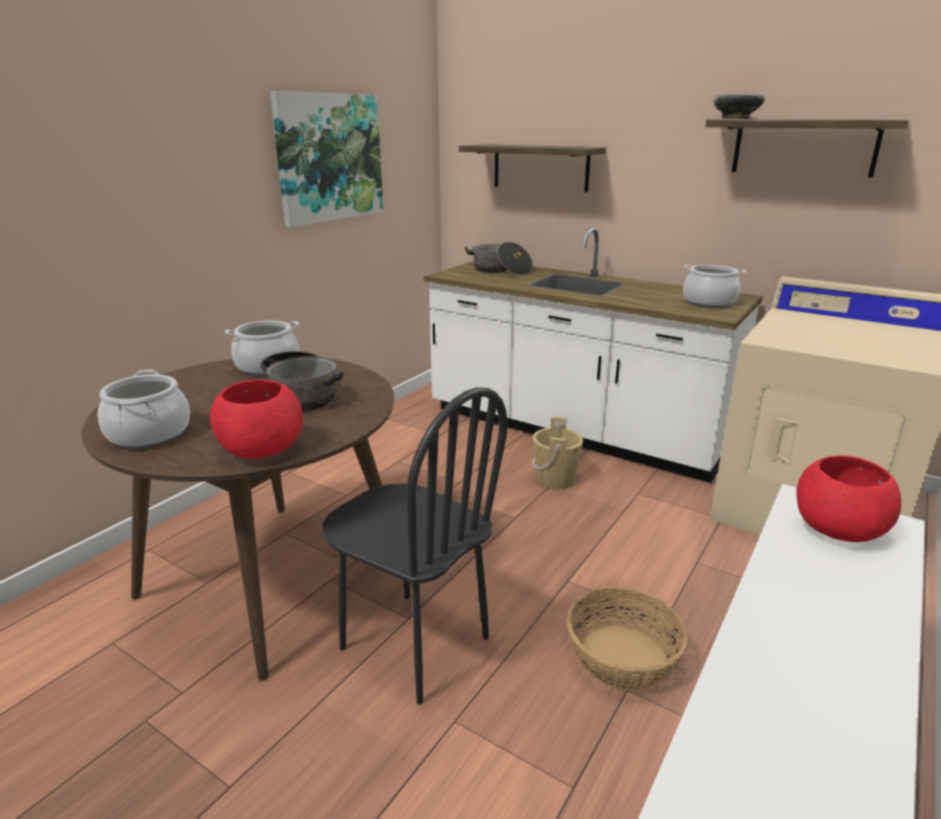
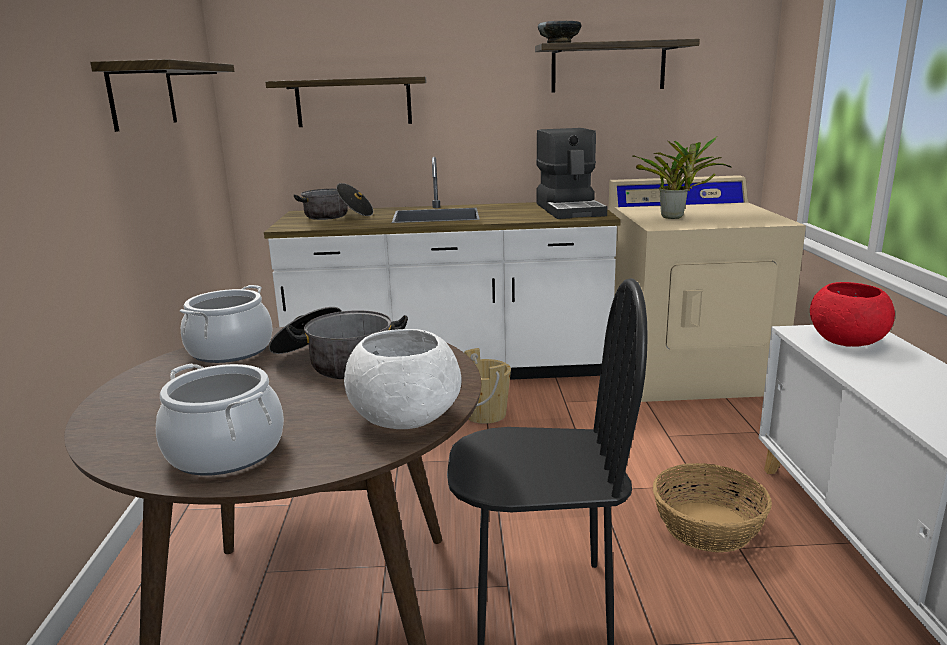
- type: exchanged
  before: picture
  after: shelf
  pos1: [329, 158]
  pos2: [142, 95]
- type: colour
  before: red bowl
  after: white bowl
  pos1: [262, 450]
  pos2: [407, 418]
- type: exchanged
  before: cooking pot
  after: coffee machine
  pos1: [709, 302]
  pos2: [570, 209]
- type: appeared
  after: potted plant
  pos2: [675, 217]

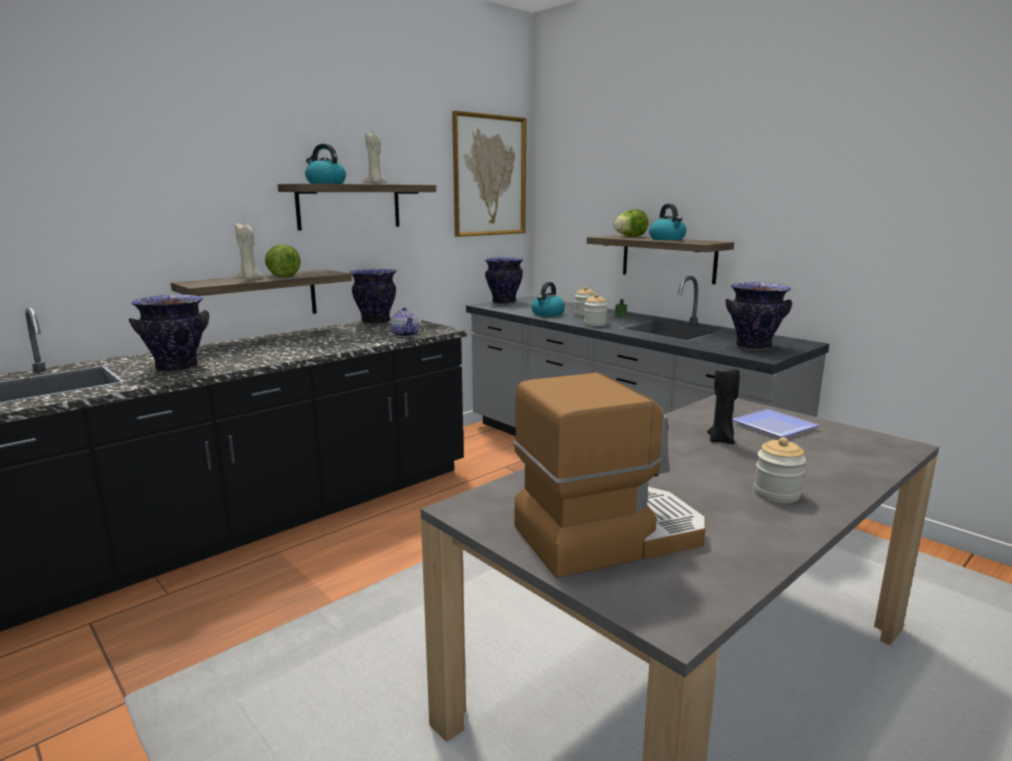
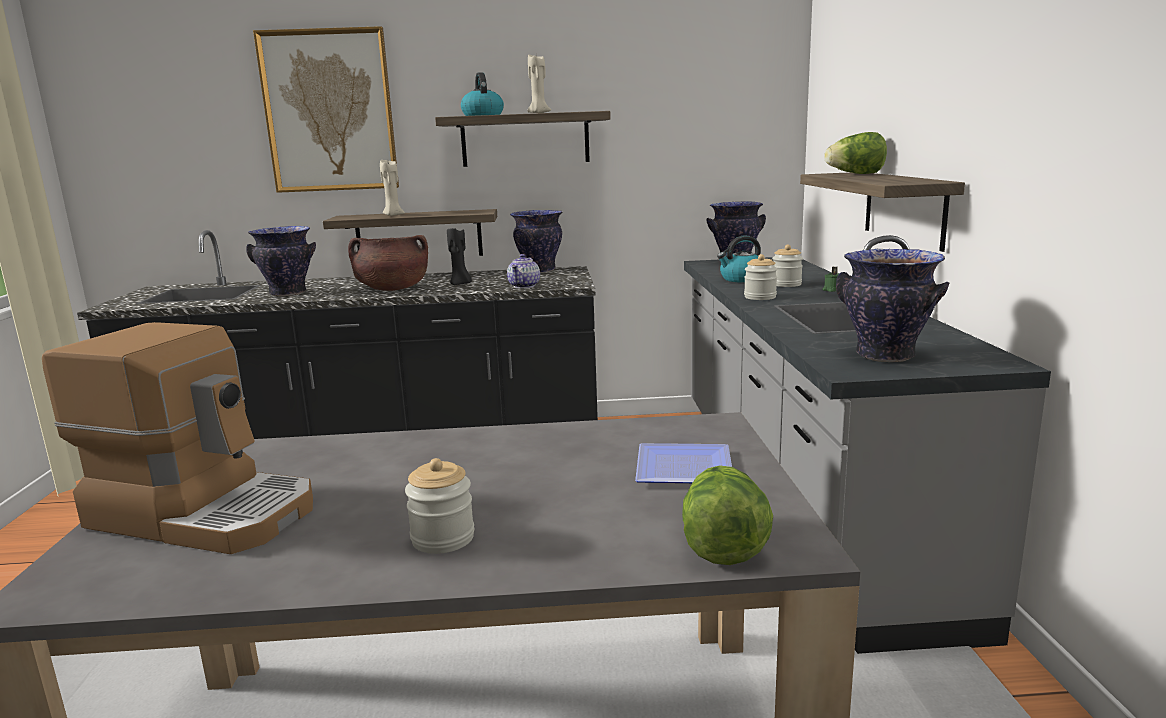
- type: relocated
  before: picture
  pos1: [489, 176]
  pos2: [329, 111]
- type: appeared
  after: brown cooking pot
  pos2: [392, 289]
- type: relocated
  before: black candle
  pos1: [721, 440]
  pos2: [460, 284]
- type: relocated
  before: lettuce
  pos1: [281, 276]
  pos2: [722, 545]
- type: missing
  before: kettle
  pos1: [667, 239]

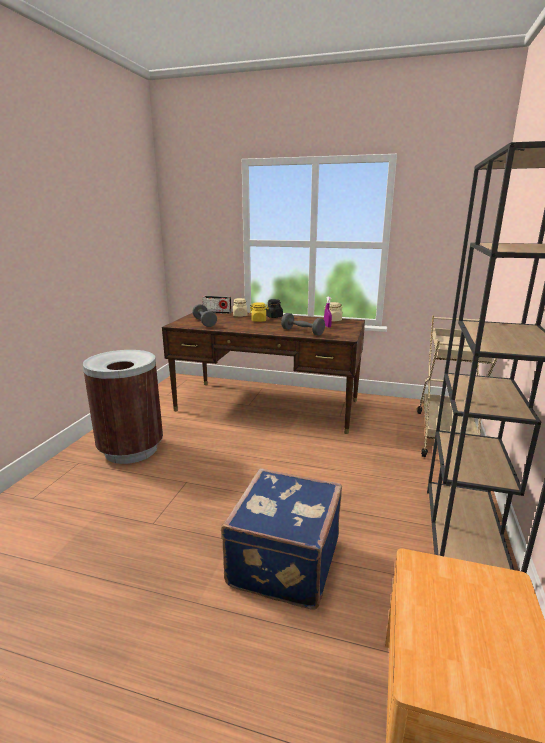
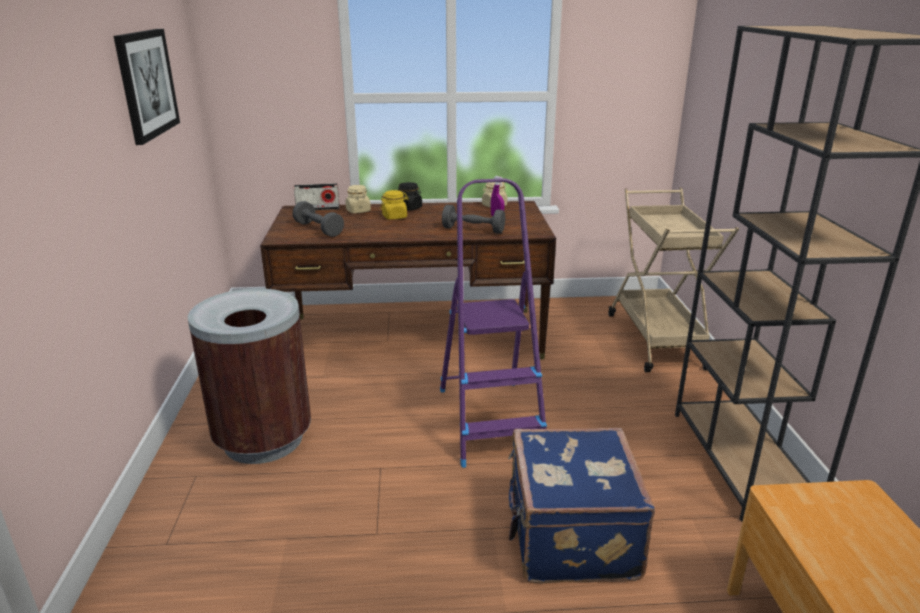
- type: appeared
  after: picture
  pos2: [147, 84]
- type: appeared
  after: purple step ladder
  pos2: [490, 421]

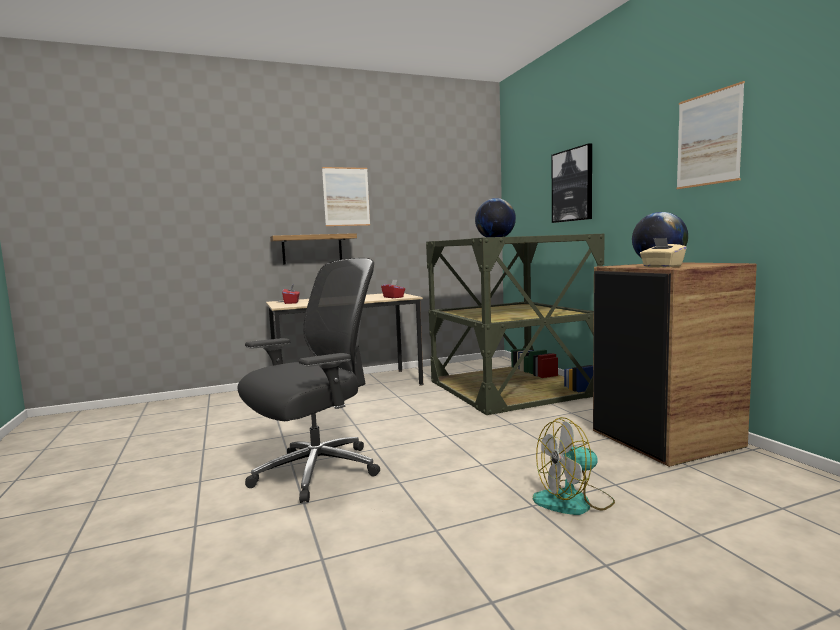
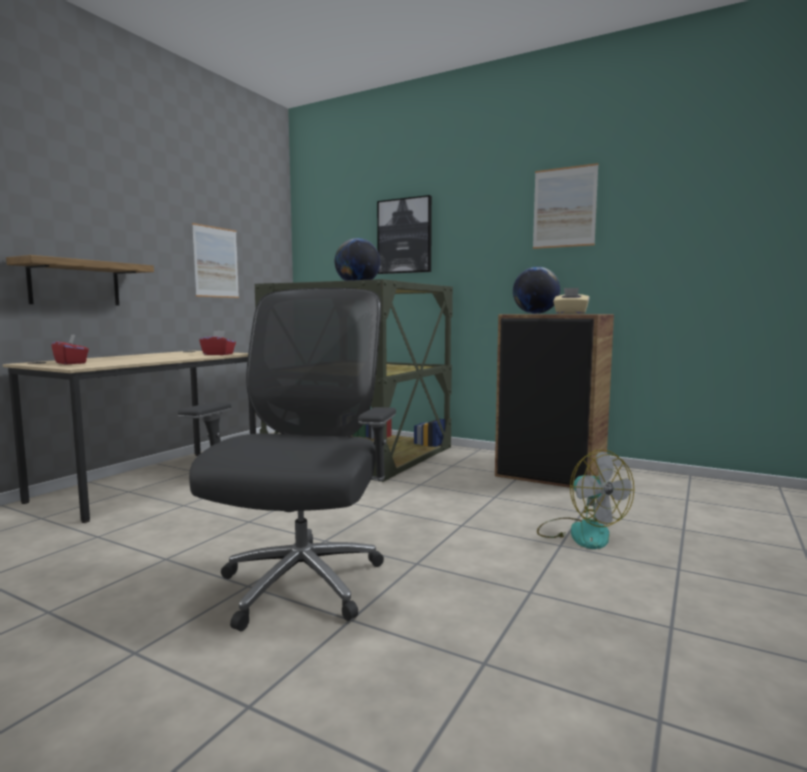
- type: relocated
  before: picture
  pos1: [346, 196]
  pos2: [216, 262]
- type: spun
  before: fan
  pos1: [574, 501]
  pos2: [580, 532]
  turn: -60

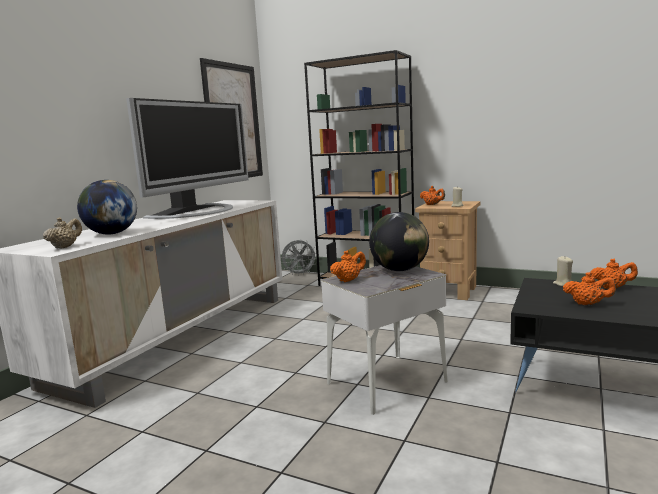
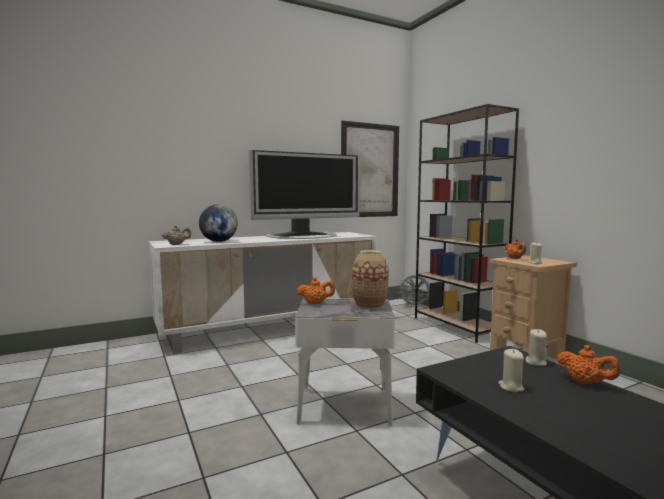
- type: exchanged
  before: globe
  after: vase
  pos1: [399, 270]
  pos2: [369, 305]
- type: exchanged
  before: orange teapot
  after: beige candle
  pos1: [587, 304]
  pos2: [511, 387]

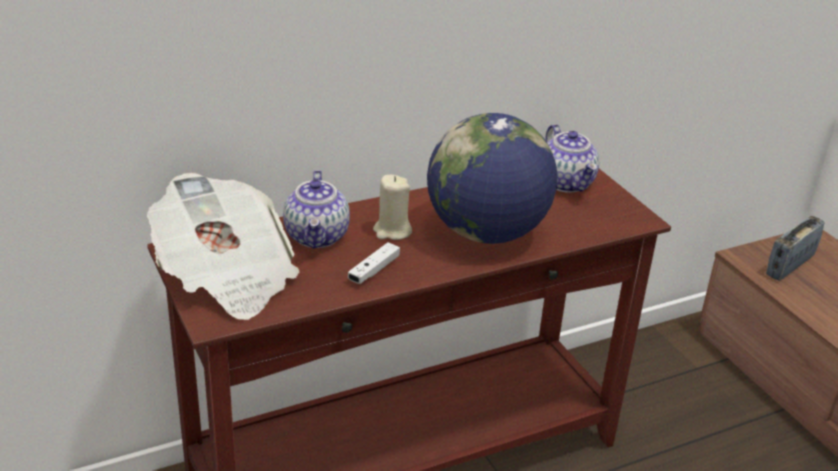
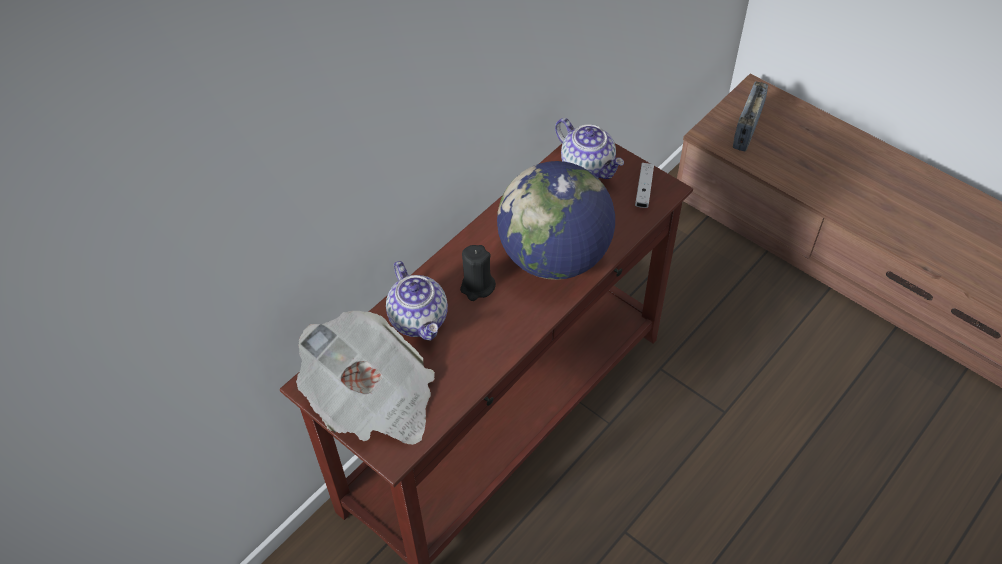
- type: colour
  before: beige candle
  after: black candle
  pos1: [392, 231]
  pos2: [477, 287]
- type: relocated
  before: white game controller
  pos1: [374, 270]
  pos2: [644, 190]

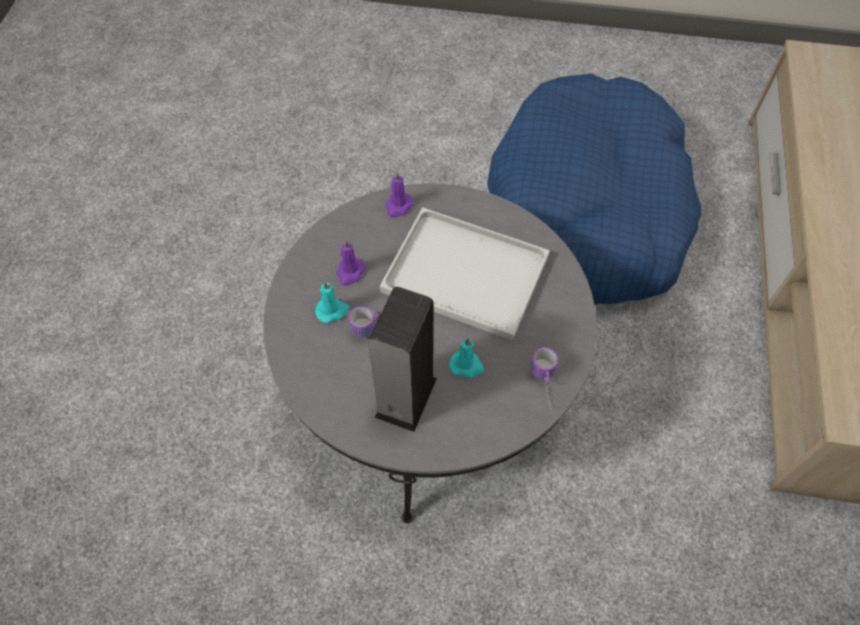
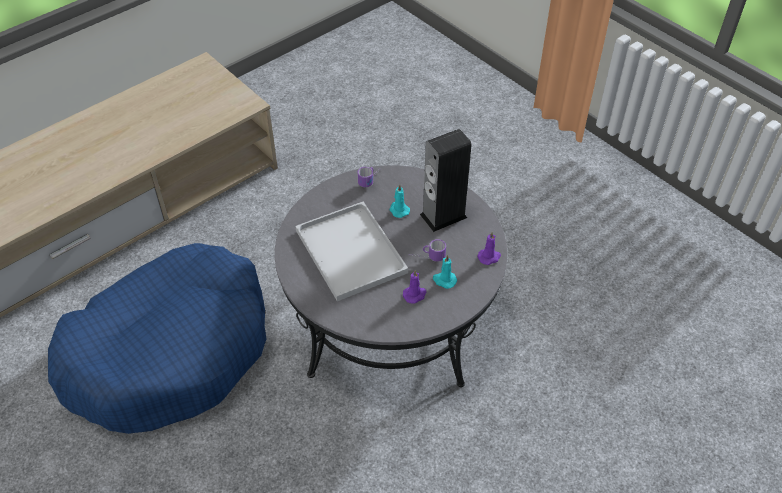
- type: relocated
  before: purple candle
  pos1: [398, 206]
  pos2: [489, 257]

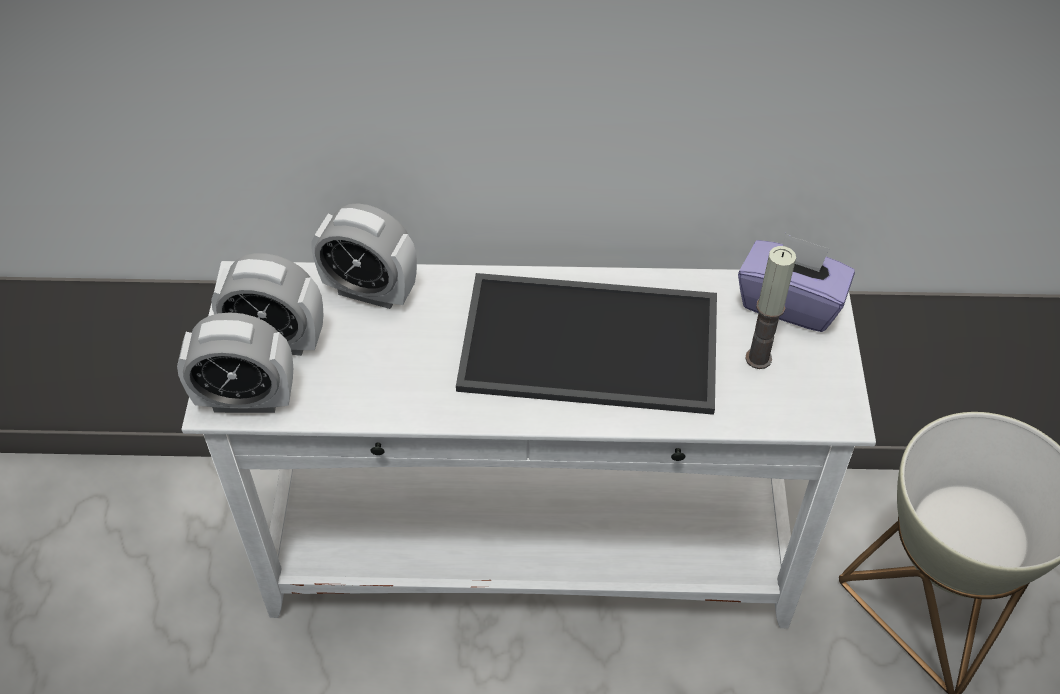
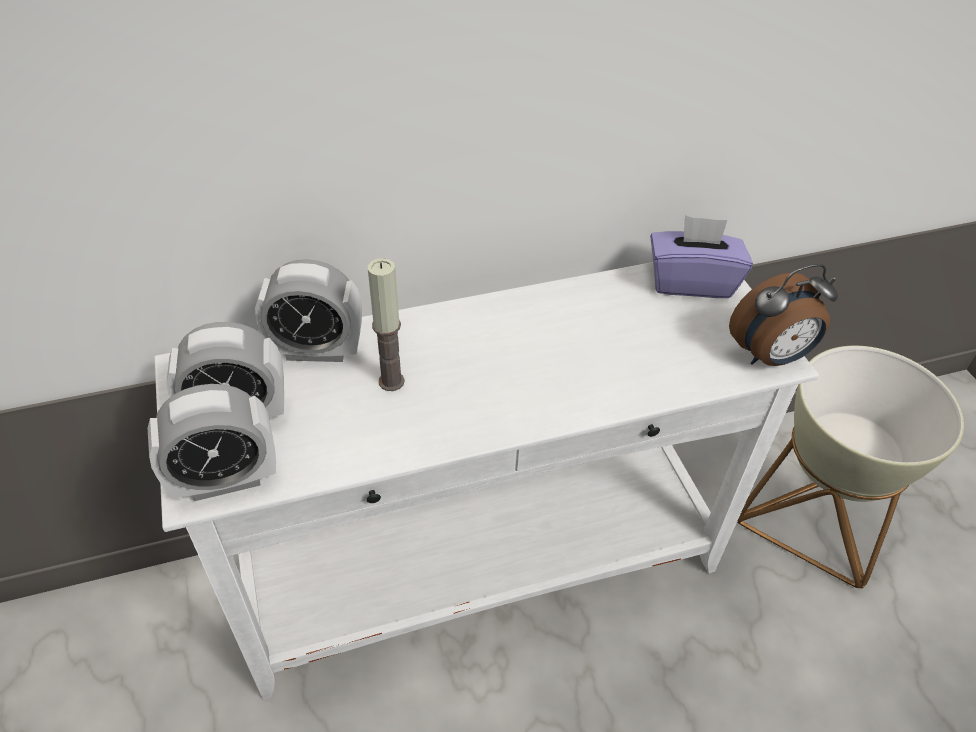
- type: relocated
  before: candle
  pos1: [758, 358]
  pos2: [391, 381]
- type: appeared
  after: alarm clock
  pos2: [770, 357]
- type: missing
  before: tray
  pos1: [586, 346]

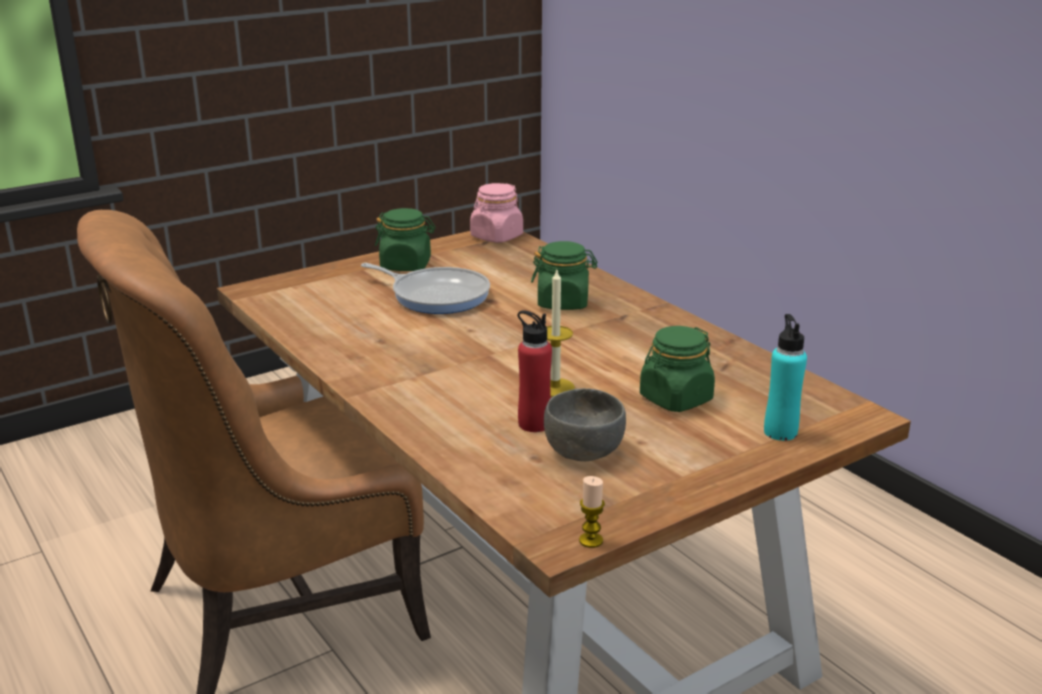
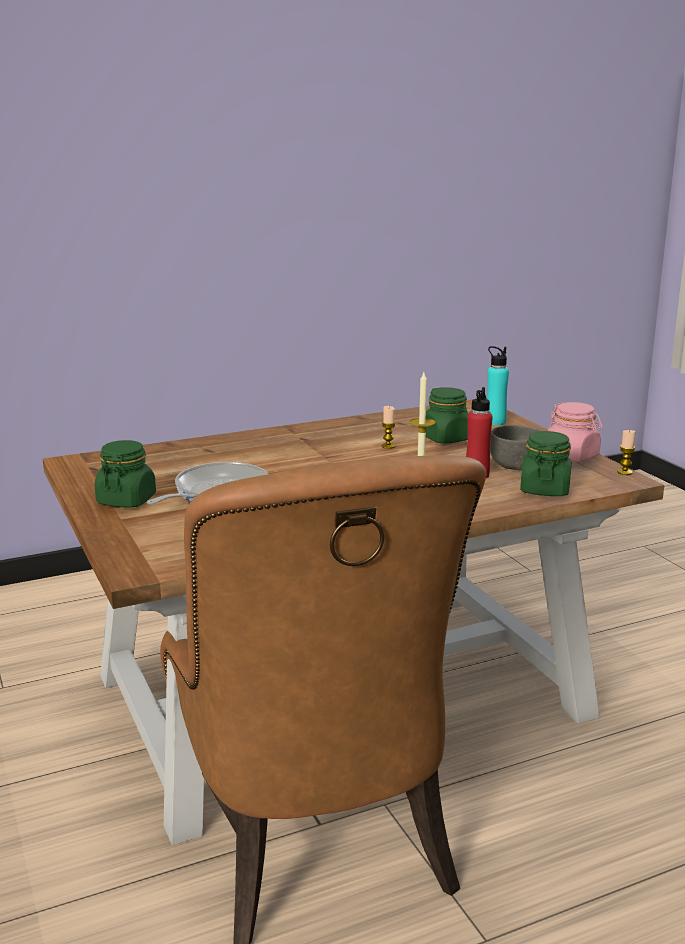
- type: appeared
  after: candle
  pos2: [388, 446]
- type: relocated
  before: green jar
  pos1: [563, 302]
  pos2: [544, 489]
- type: relocated
  before: pink jar
  pos1: [496, 237]
  pos2: [572, 456]

